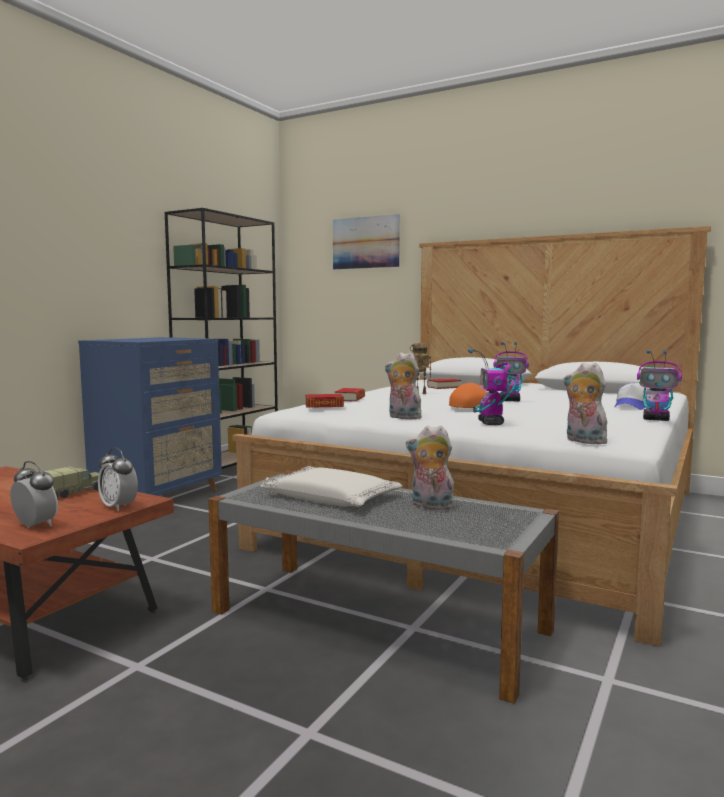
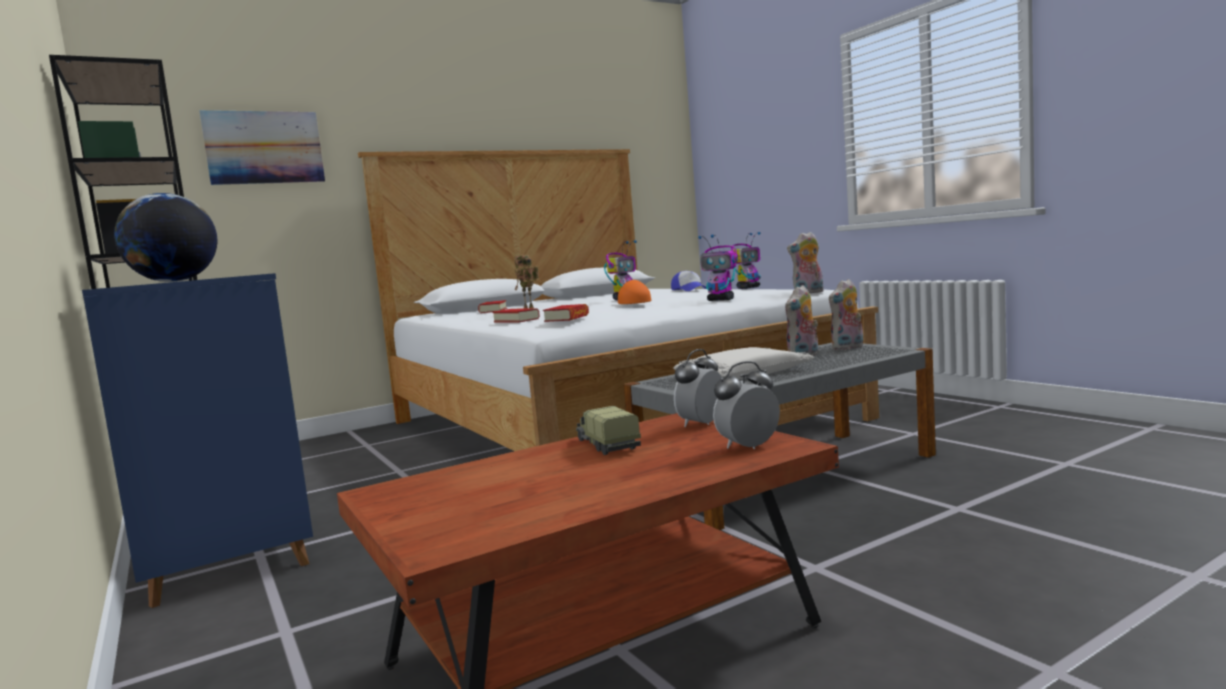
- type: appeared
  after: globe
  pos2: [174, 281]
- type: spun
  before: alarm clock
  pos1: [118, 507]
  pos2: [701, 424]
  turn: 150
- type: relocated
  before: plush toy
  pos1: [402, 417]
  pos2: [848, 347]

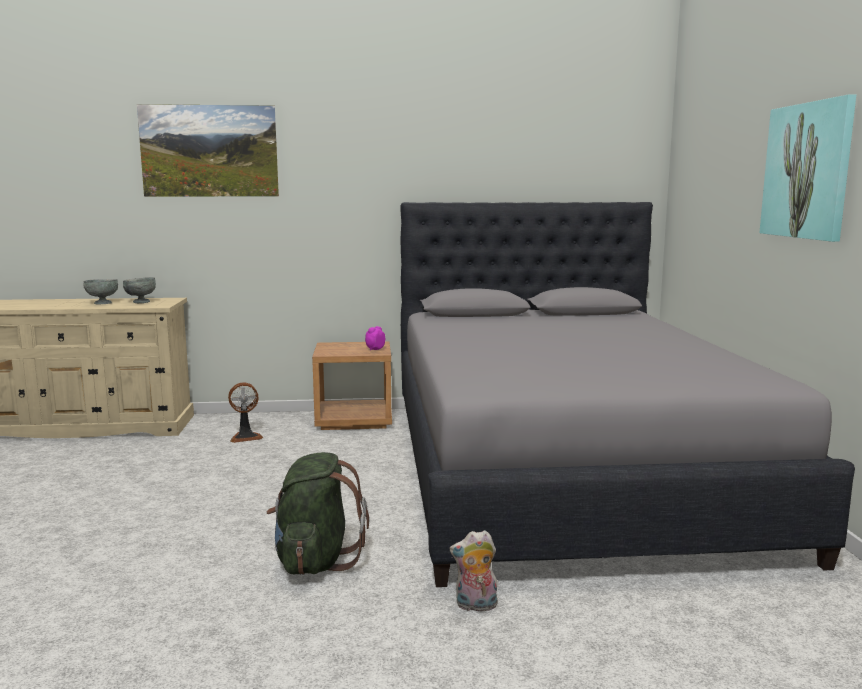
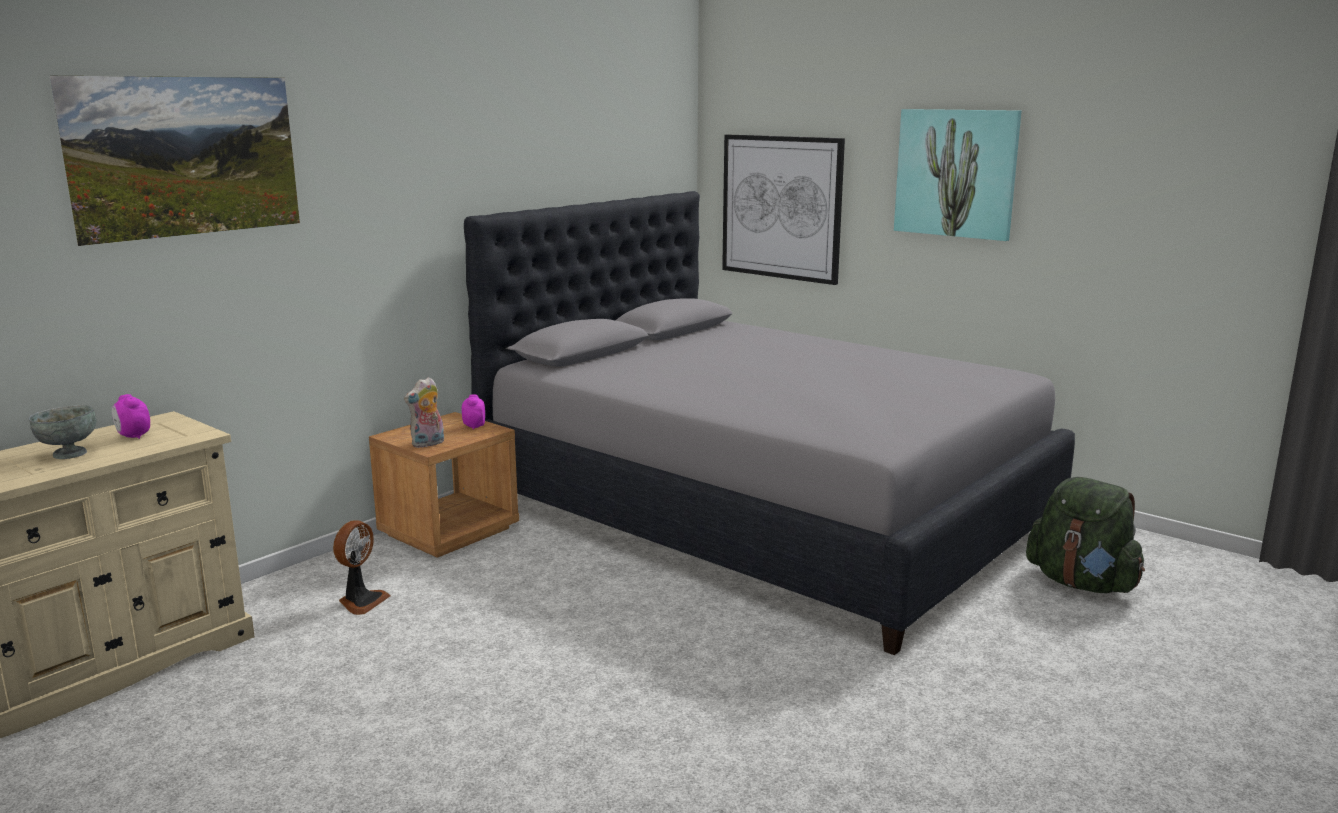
- type: exchanged
  before: grey bowl
  after: alarm clock
  pos1: [140, 302]
  pos2: [133, 436]
- type: relocated
  before: plush toy
  pos1: [475, 606]
  pos2: [428, 444]
- type: appeared
  after: picture
  pos2: [781, 207]
- type: relocated
  before: green backpack
  pos1: [315, 560]
  pos2: [1082, 583]

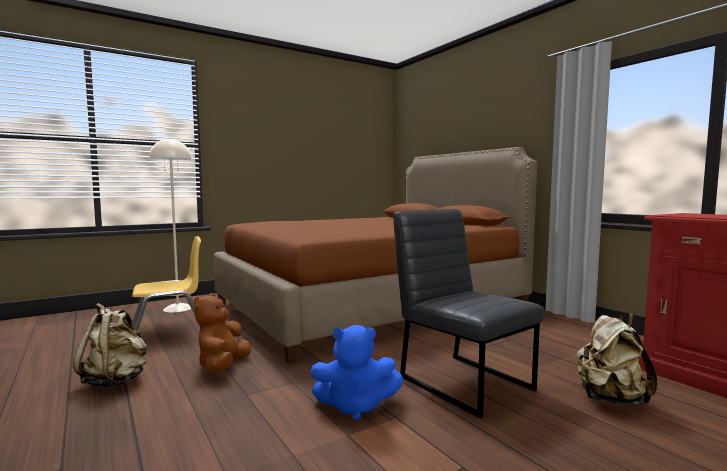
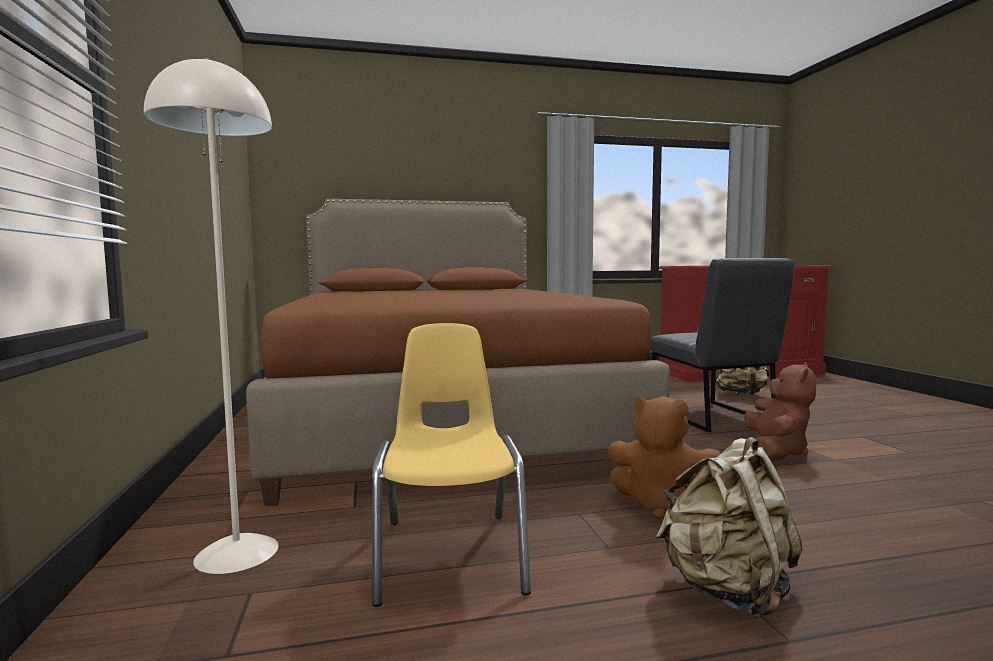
- type: spun
  before: grey chair
  pos1: [463, 381]
  pos2: [712, 417]
  turn: -90
- type: colour
  before: blue plush toy
  after: brown plush toy
  pos1: [355, 406]
  pos2: [776, 452]

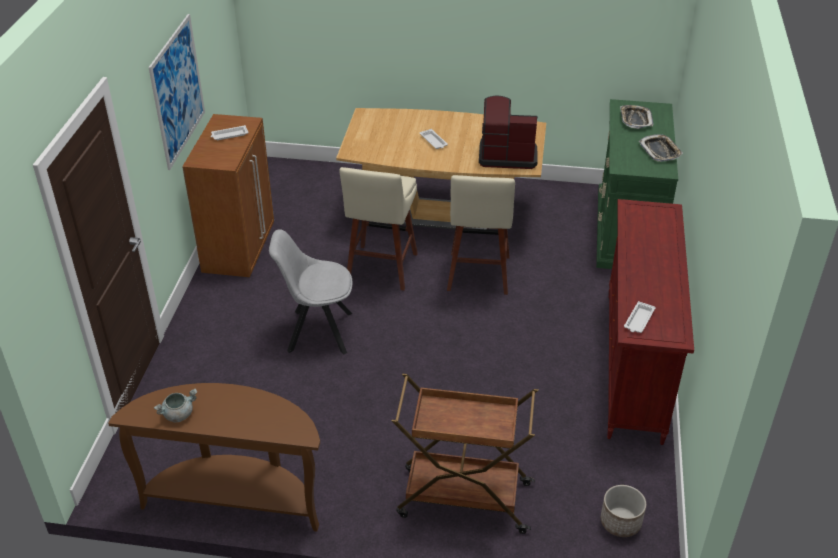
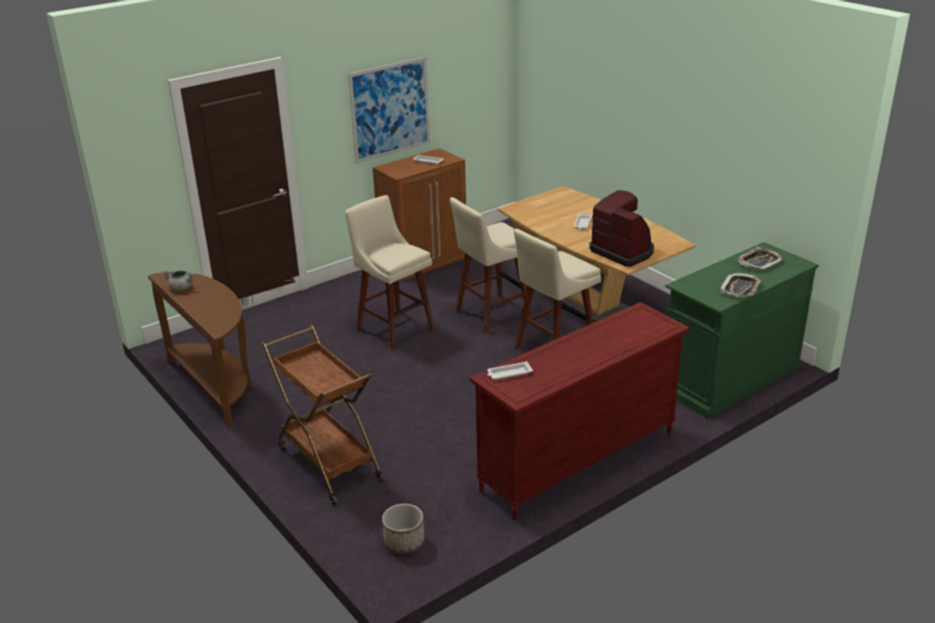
- type: exchanged
  before: grey chair
  after: beige stool
  pos1: [317, 332]
  pos2: [394, 328]

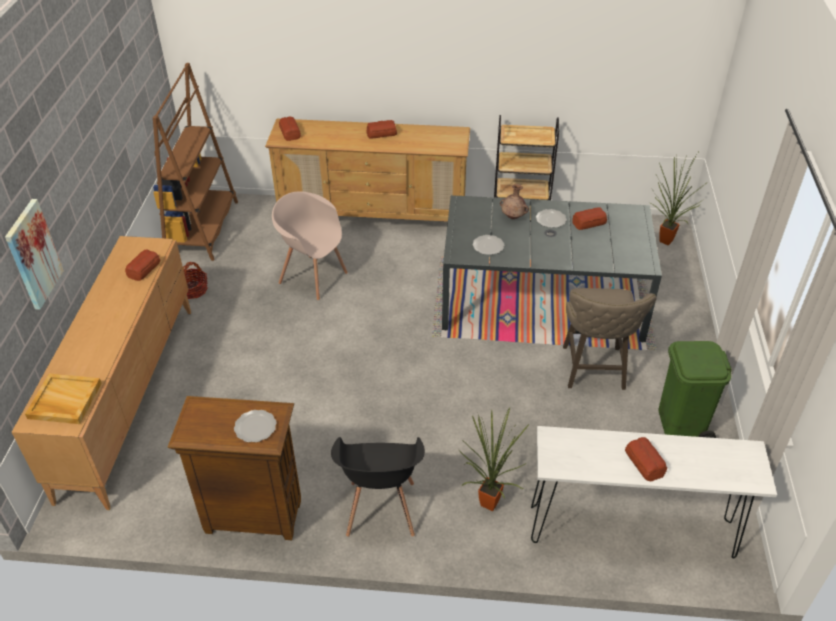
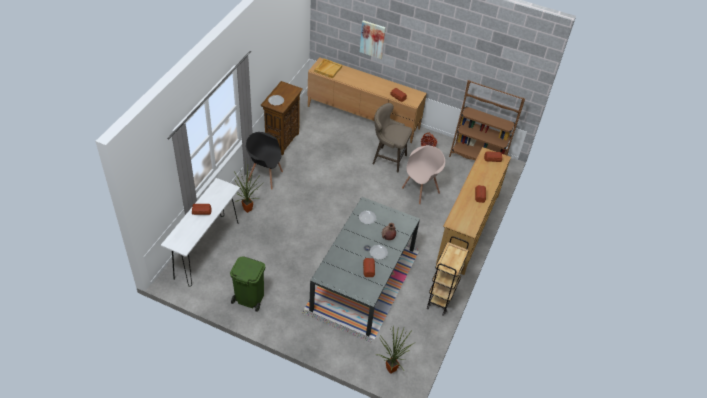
- type: relocated
  before: beige stool
  pos1: [594, 370]
  pos2: [388, 159]

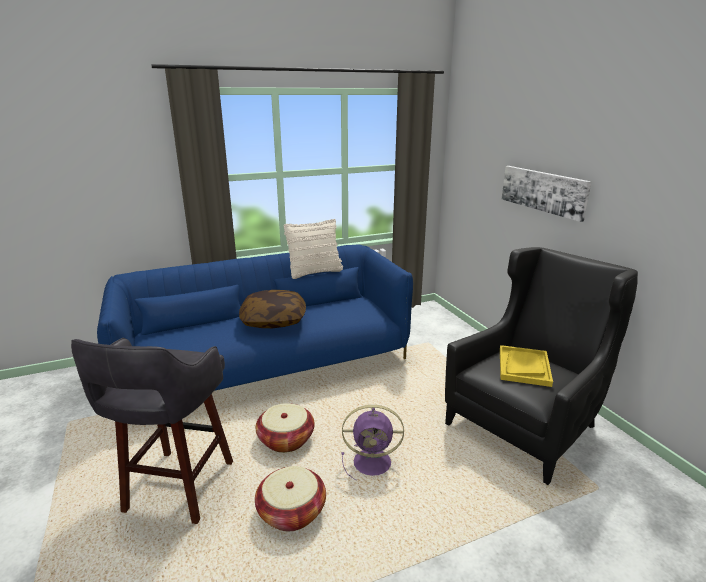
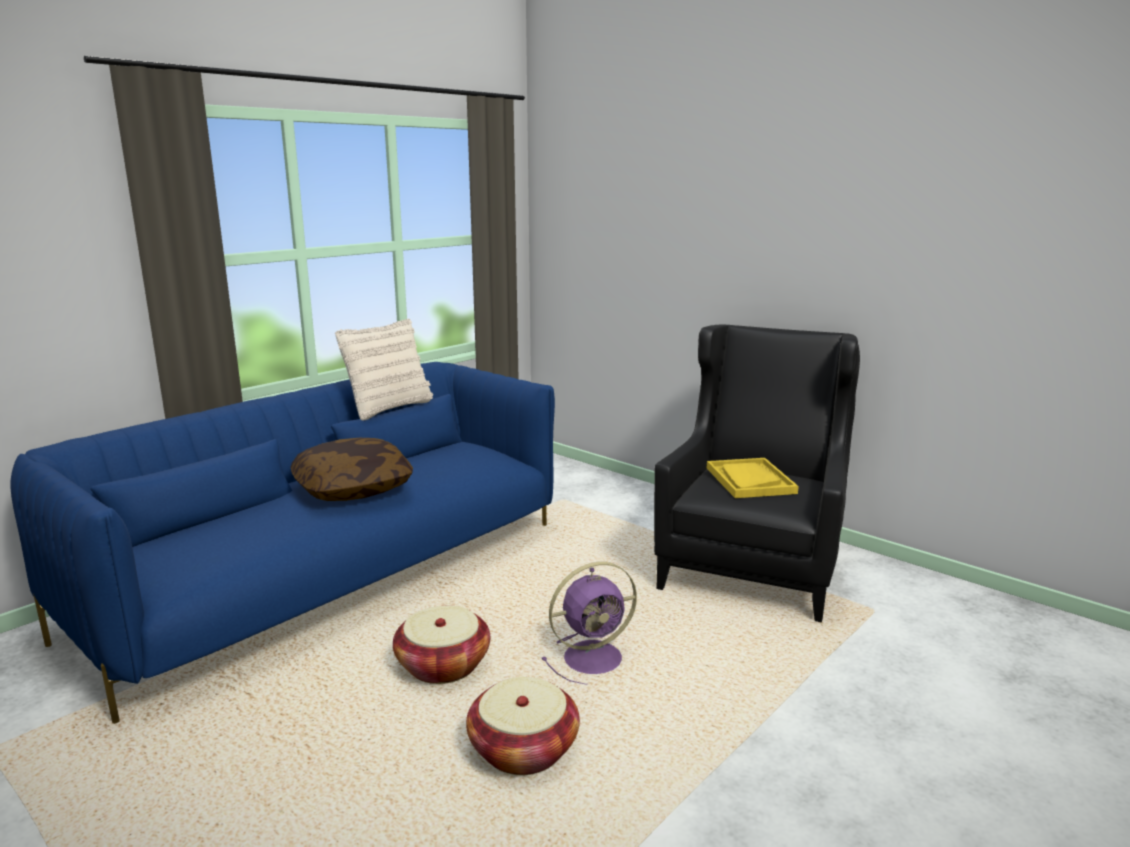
- type: missing
  before: grey stool
  pos1: [177, 490]
- type: missing
  before: picture
  pos1: [543, 191]

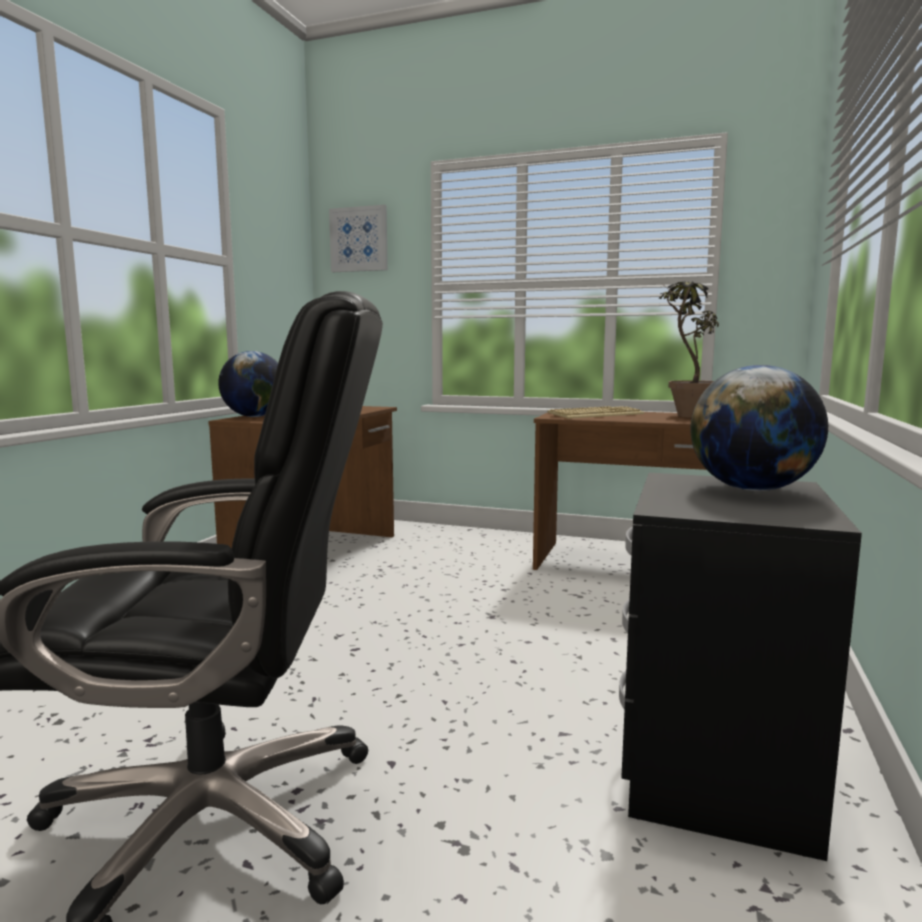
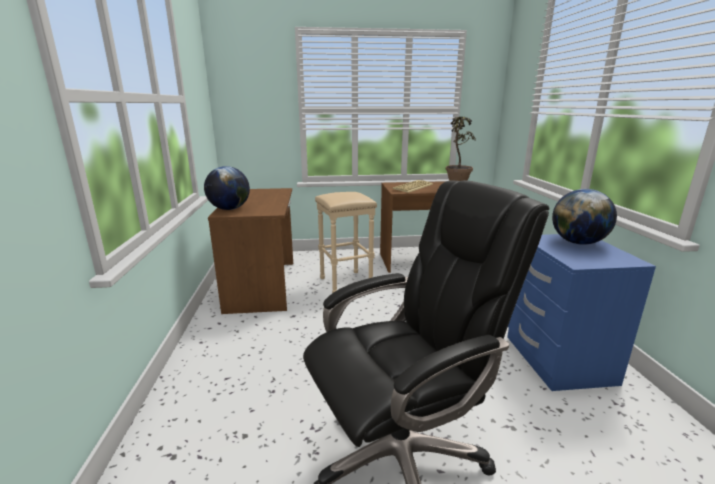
- type: appeared
  after: beige stool
  pos2: [347, 282]
- type: colour
  before: black nightstand
  after: blue nightstand
  pos1: [712, 769]
  pos2: [556, 359]
- type: missing
  before: picture
  pos1: [359, 239]

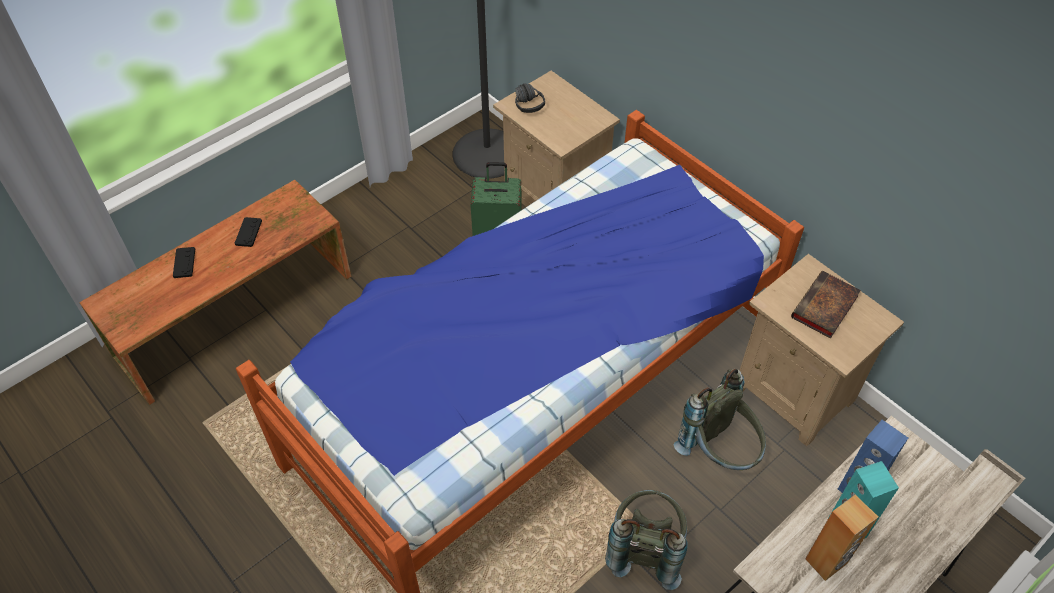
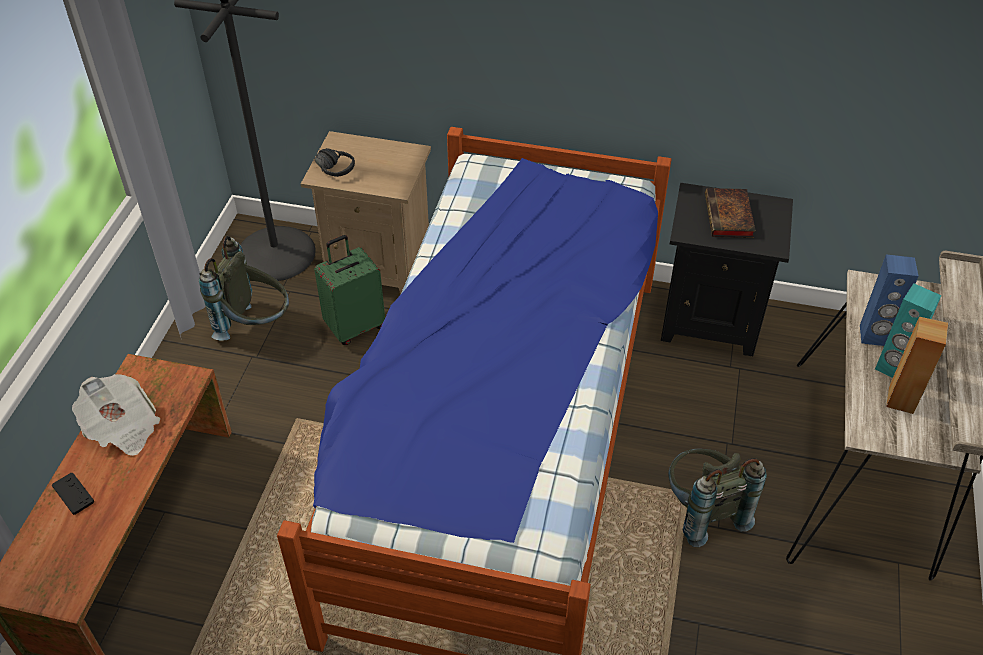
- type: exchanged
  before: black game controller
  after: newspaper
  pos1: [248, 232]
  pos2: [122, 428]
- type: relocated
  before: grey backpack
  pos1: [719, 453]
  pos2: [255, 326]
- type: colour
  before: beige nightstand
  after: black nightstand
  pos1: [793, 396]
  pos2: [711, 323]

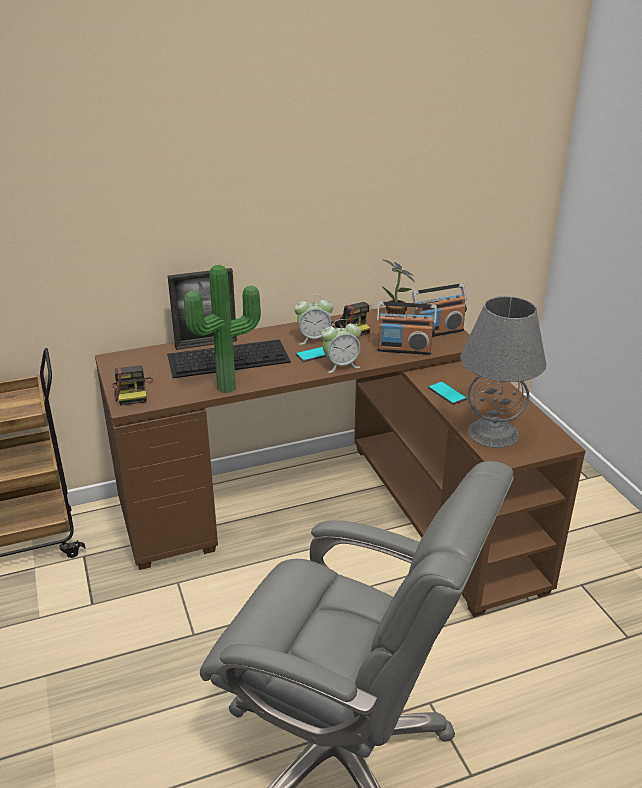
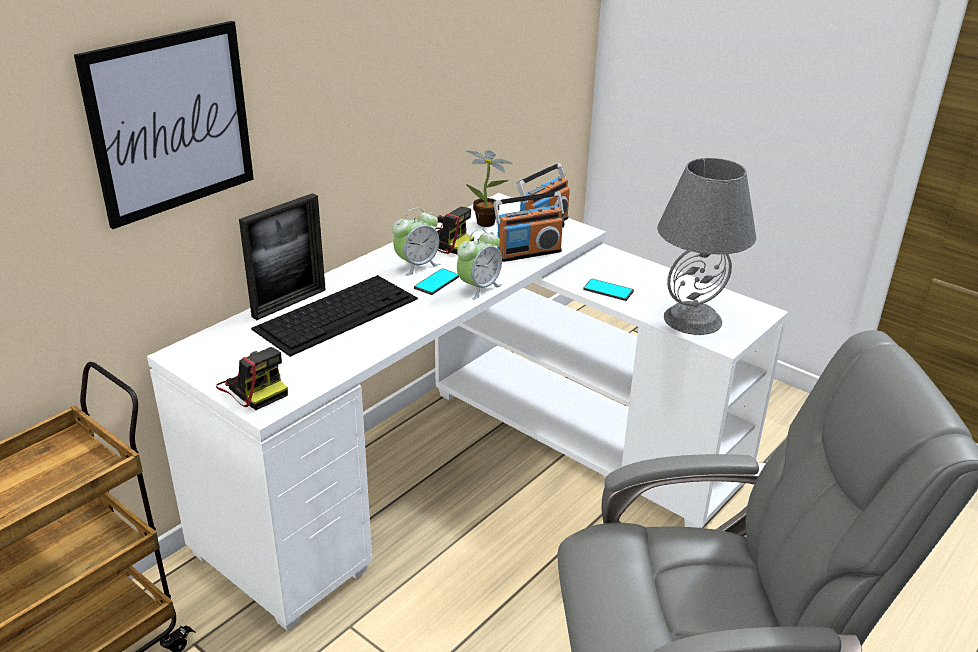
- type: appeared
  after: picture
  pos2: [171, 123]
- type: colour
  before: brown desk
  after: white desk
  pos1: [339, 509]
  pos2: [473, 469]
- type: missing
  before: potted plant
  pos1: [229, 389]

